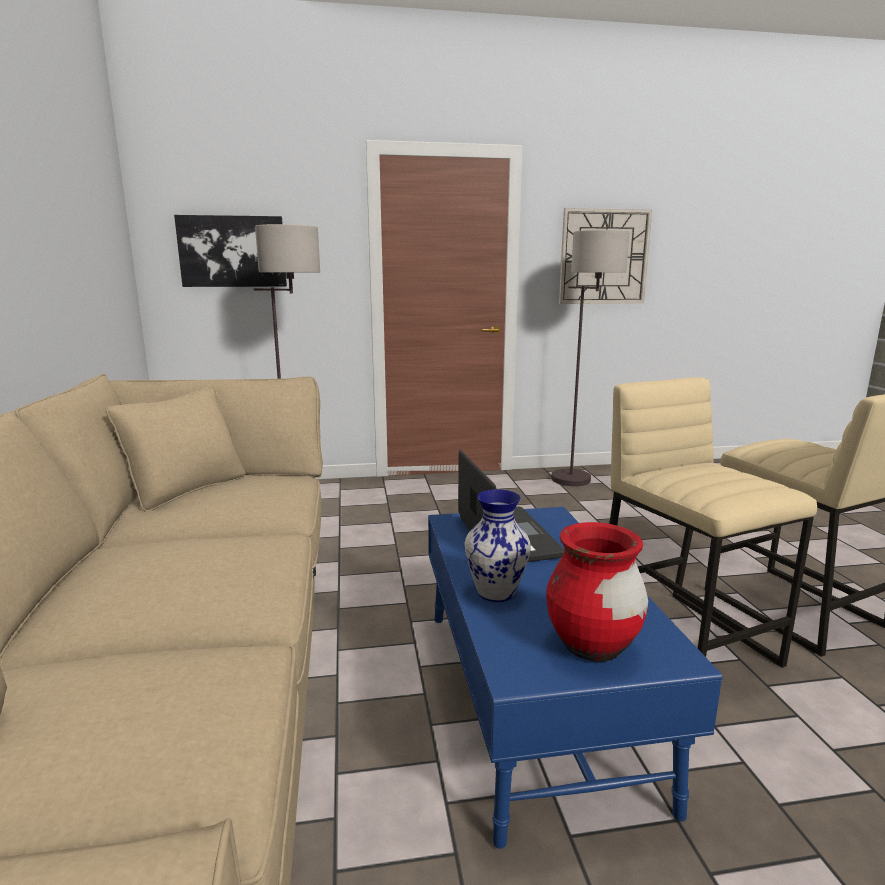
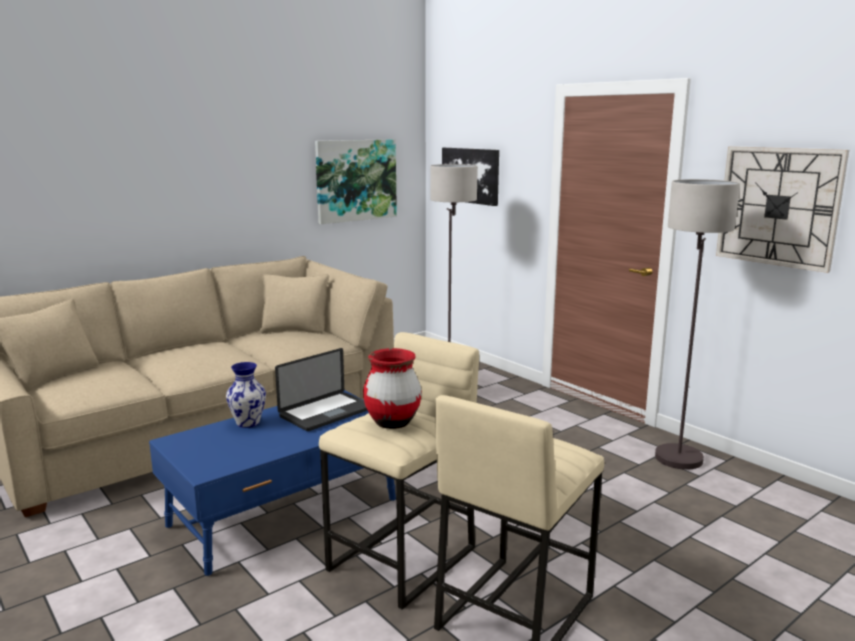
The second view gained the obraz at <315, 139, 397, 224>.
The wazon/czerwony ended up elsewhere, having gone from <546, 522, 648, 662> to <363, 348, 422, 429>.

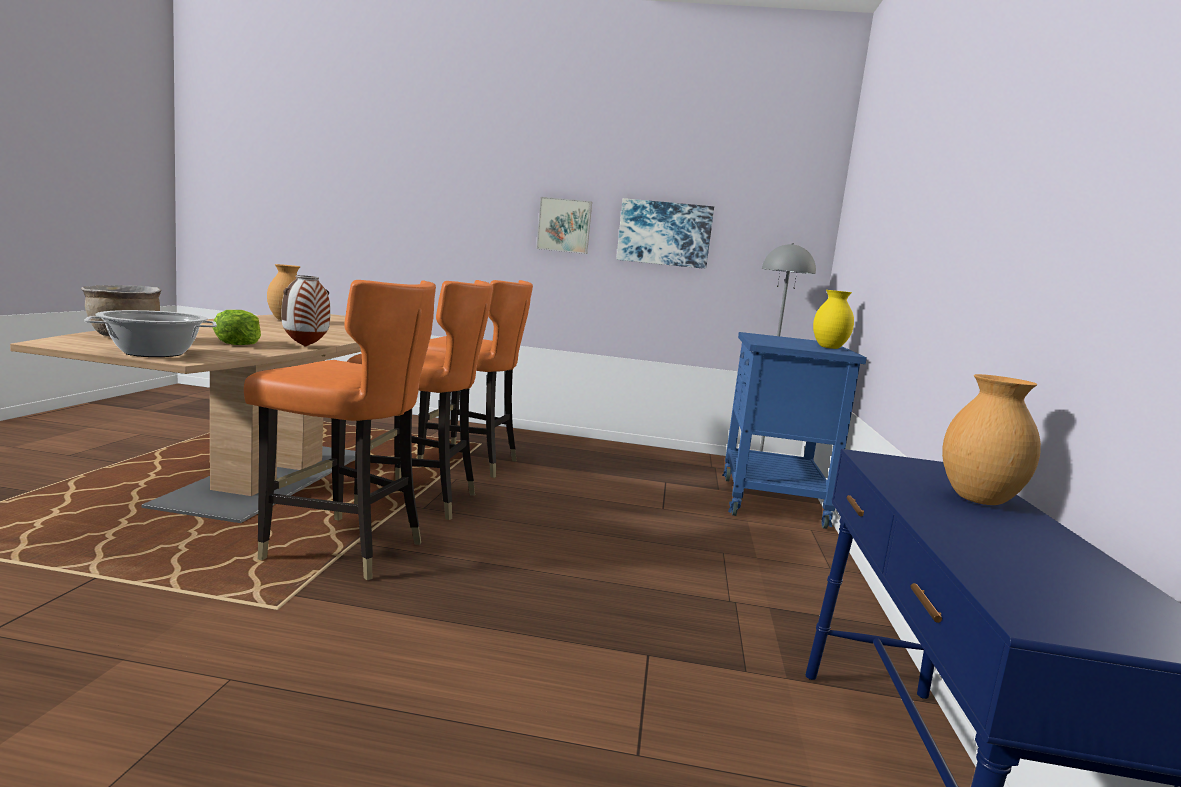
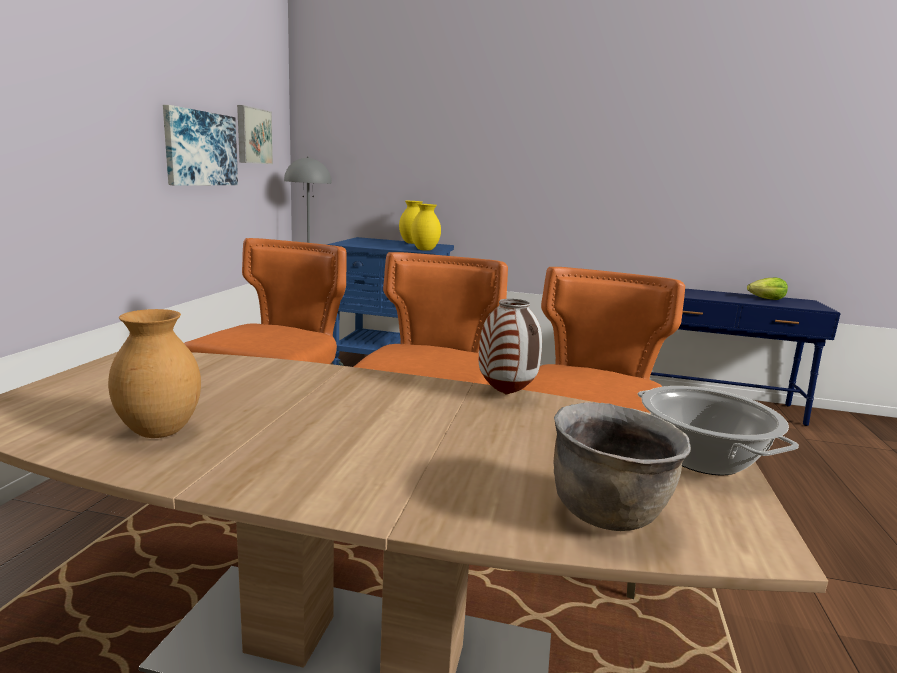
The obraz ended up elsewhere, having gone from <536, 197, 592, 254> to <237, 105, 273, 165>.
The second view gained the wazon/żółty at <411, 204, 441, 251>.
The sałata ended up elsewhere, having gone from <212, 310, 261, 345> to <747, 278, 788, 300>.
The second view lost the wazon/brązowy at <942, 374, 1041, 505>.

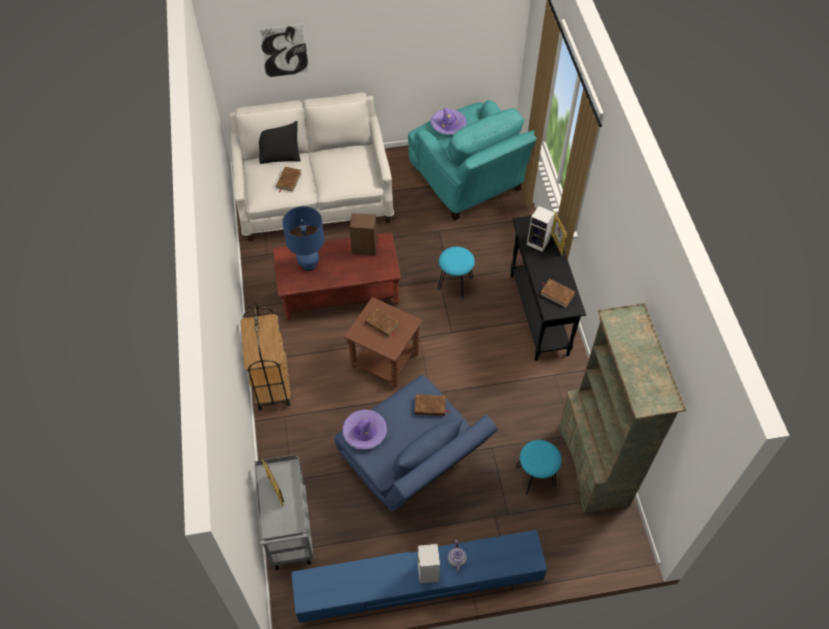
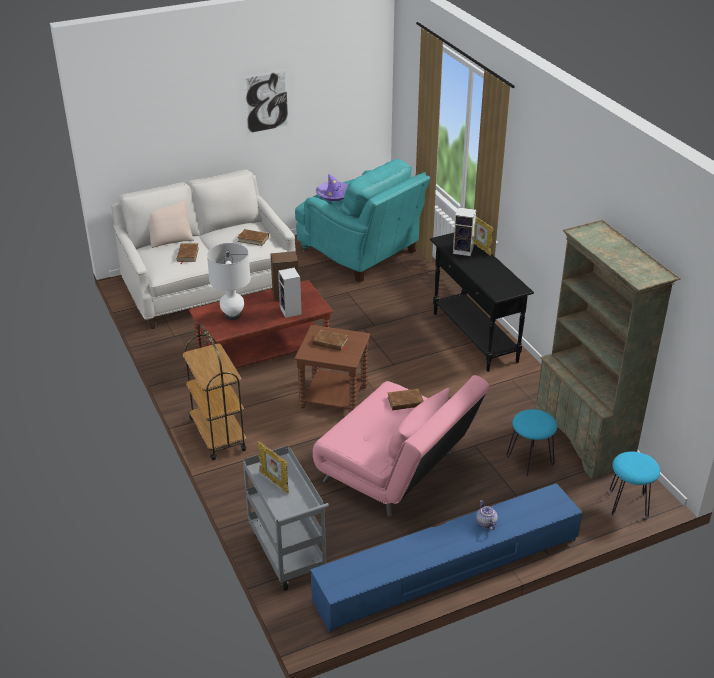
What was the poduszka/czarny at <259, 121, 301, 164> turned into the poduszka/beżowy at <149, 199, 194, 248>.
What was the lampa stołowa/niebieski at <282, 206, 325, 271> turned into the lampa stołowa/biały at <207, 243, 251, 320>.
The książka/brązowy ended up elsewhere, having gone from <540, 279, 576, 308> to <237, 229, 269, 246>.
The obraz ended up elsewhere, having gone from <257, 23, 310, 79> to <243, 69, 289, 135>.
The głośnik ended up elsewhere, having gone from <418, 544, 440, 584> to <278, 268, 302, 318>.
What was the fotel/niebieski at <335, 375, 498, 511> turned into the fotel/różowy at <313, 375, 489, 517>.
The stołek/turkusowy ended up elsewhere, having gone from <438, 247, 475, 299> to <609, 451, 660, 519>.
The second view lost the kapelusz/fioletowy at <342, 409, 387, 450>.

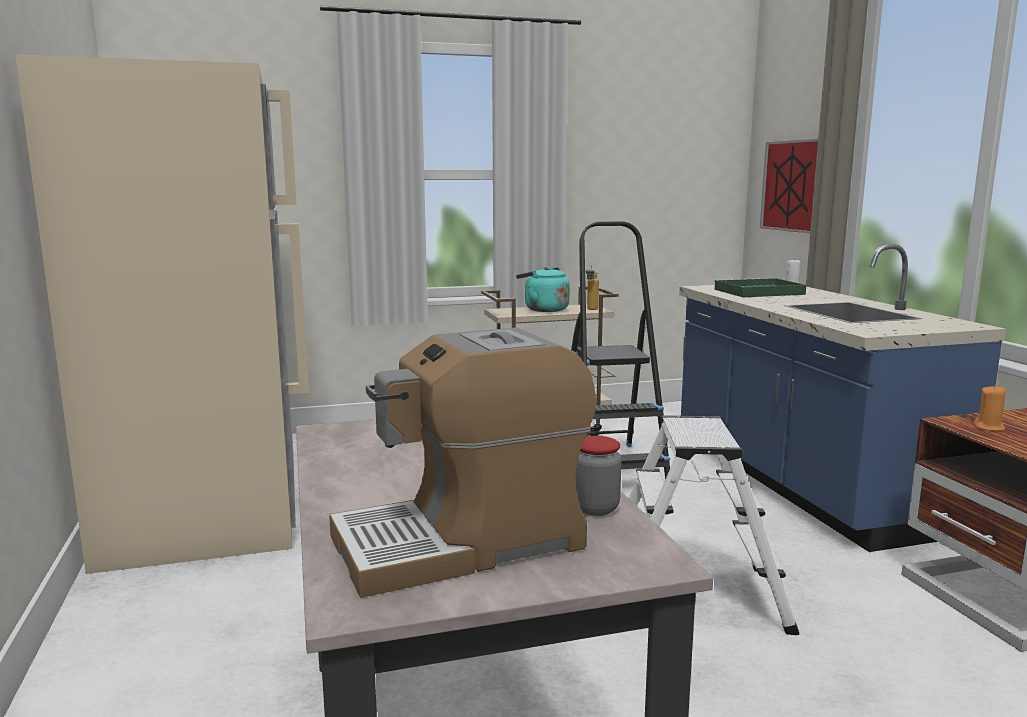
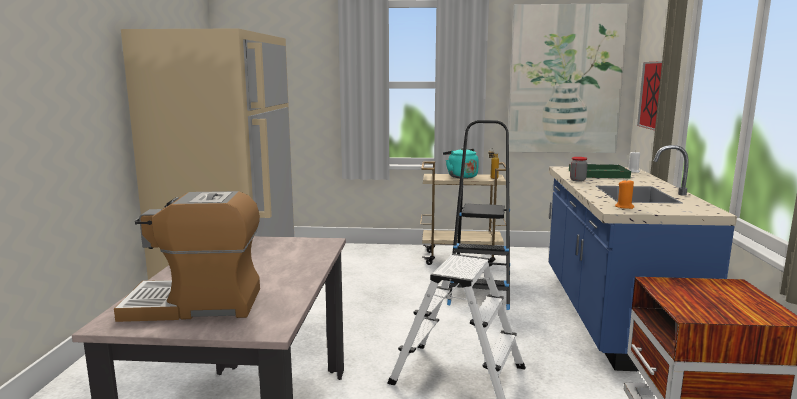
The second view gained the obraz at <508, 3, 629, 153>.
The słoik ended up elsewhere, having gone from <576, 436, 622, 516> to <570, 157, 588, 182>.
The świeca/pomarańczowy ended up elsewhere, having gone from <974, 385, 1006, 431> to <615, 180, 634, 209>.

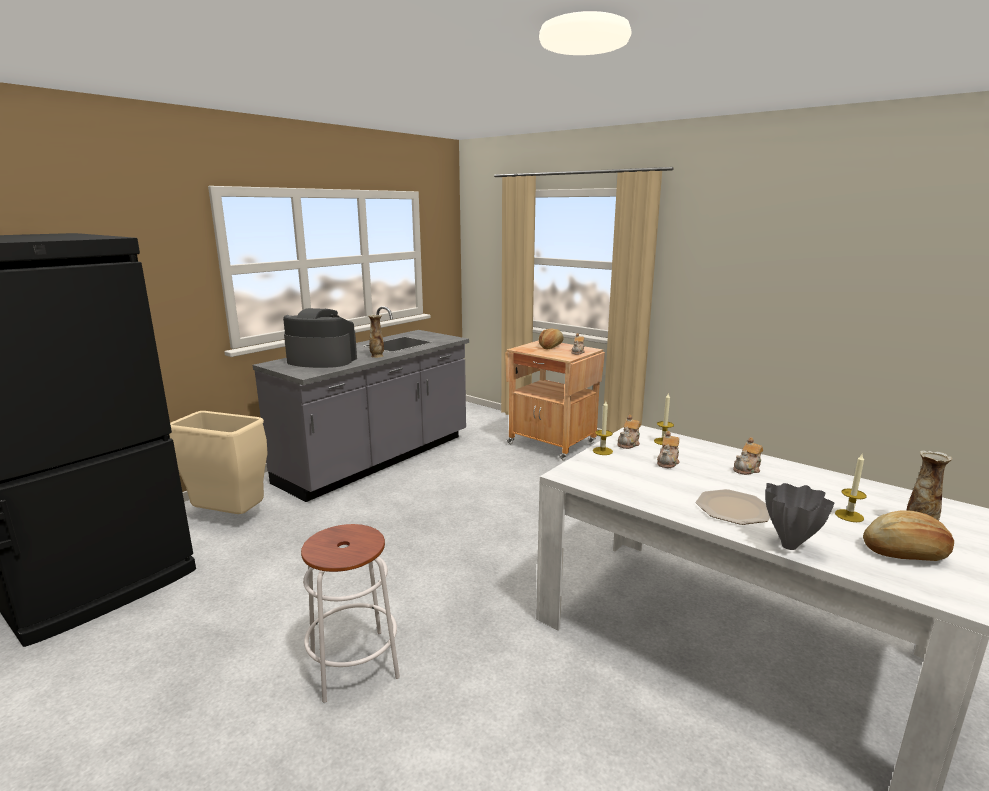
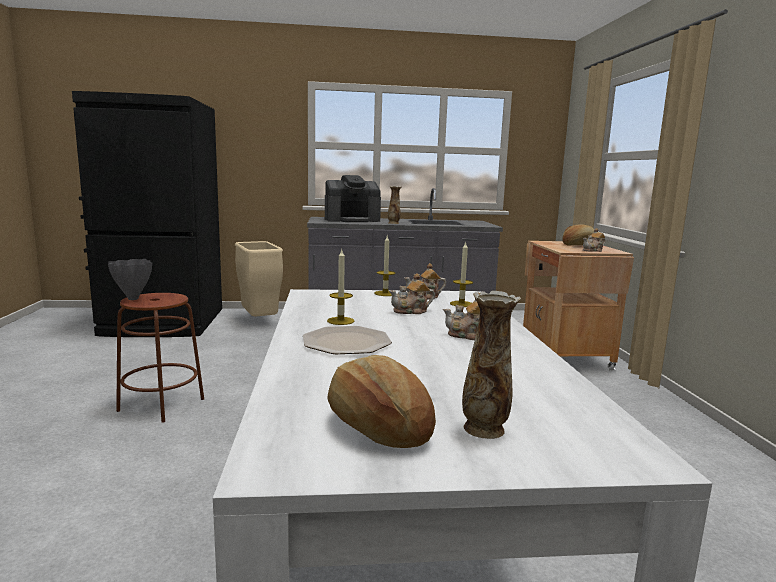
The wazon/szary ended up elsewhere, having gone from <765, 483, 834, 550> to <108, 259, 152, 300>.
What was the stołek/biały at <301, 524, 400, 703> turned into the stołek/brązowy at <116, 293, 204, 423>.
The ekspres do kawy at <283, 308, 357, 368> ended up facing another way, 105 degrees clockwise from before.
The świeca ended up elsewhere, having gone from <835, 454, 866, 522> to <327, 250, 354, 325>.

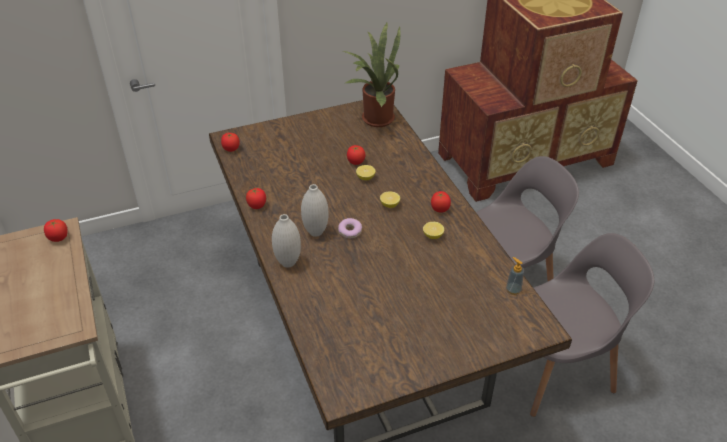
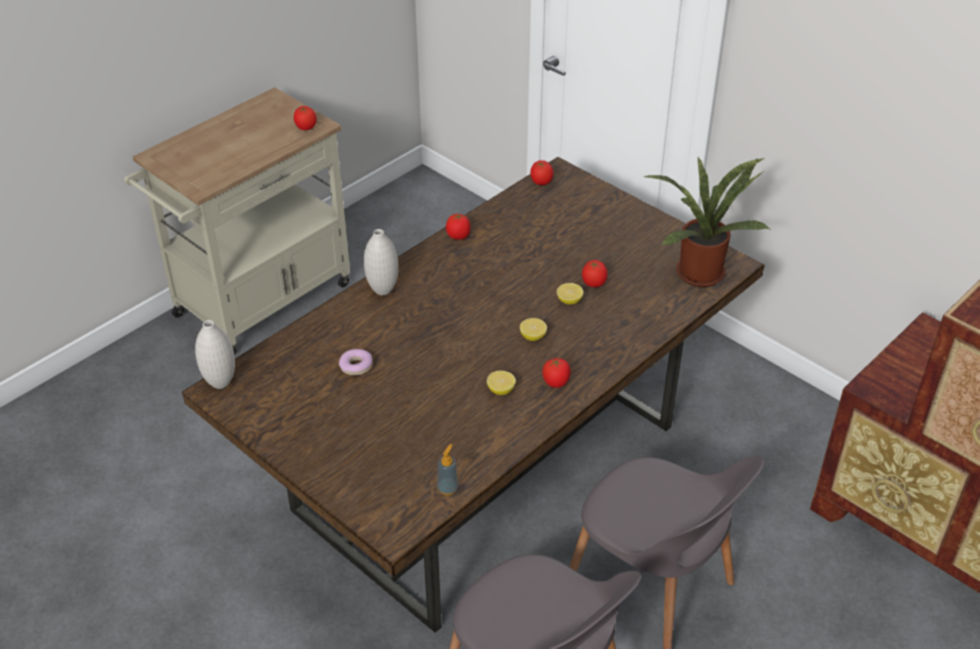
The wazon/biały ended up elsewhere, having gone from <301, 184, 329, 237> to <195, 320, 235, 389>.
The donut ended up elsewhere, having gone from <338, 218, 362, 238> to <339, 349, 372, 375>.

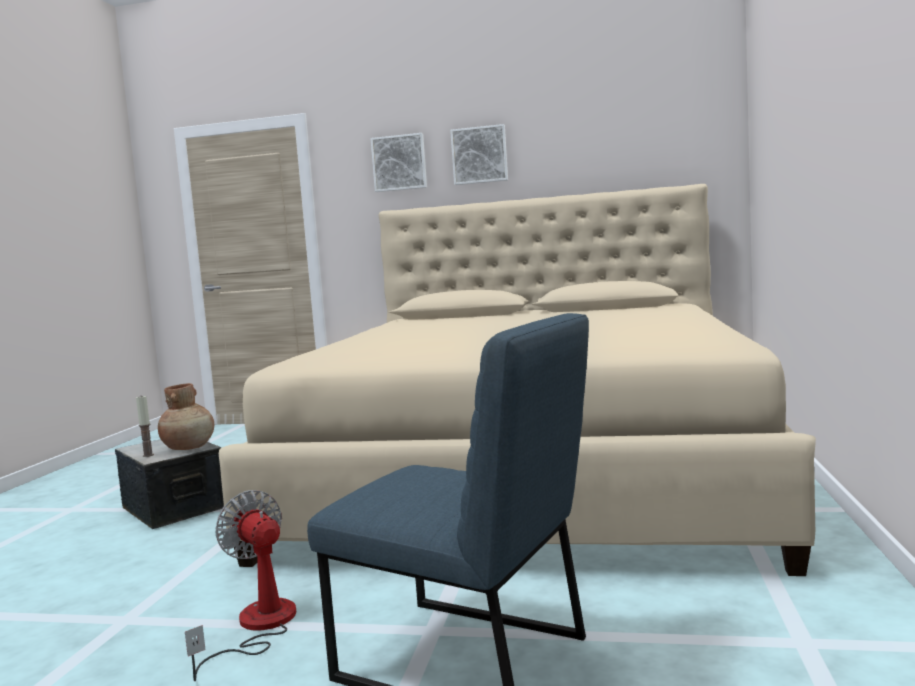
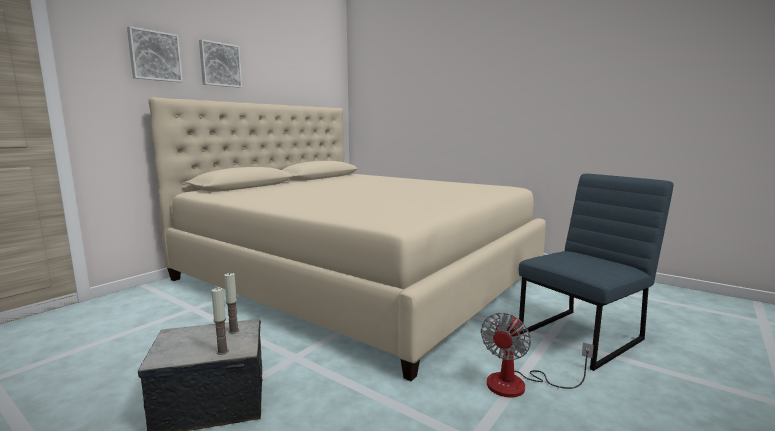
Where the wazon/brązowy stood at <158, 383, 214, 450>, the świeca came to stand at <224, 273, 239, 334>.
The wentylator at <185, 490, 296, 681> ended up facing another way, 45 degrees counterclockwise from before.

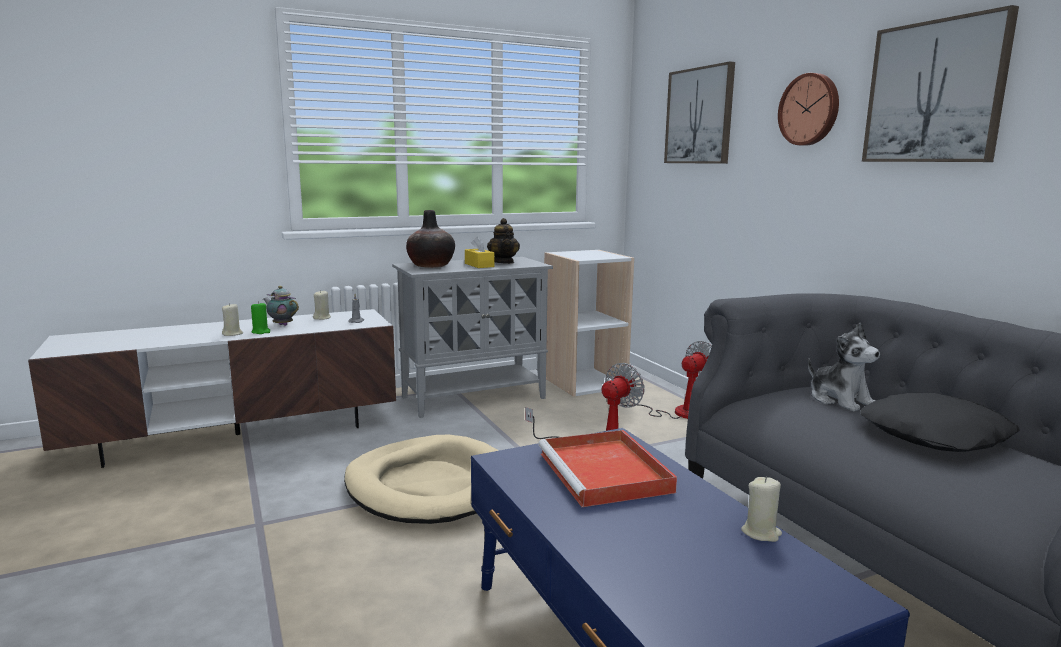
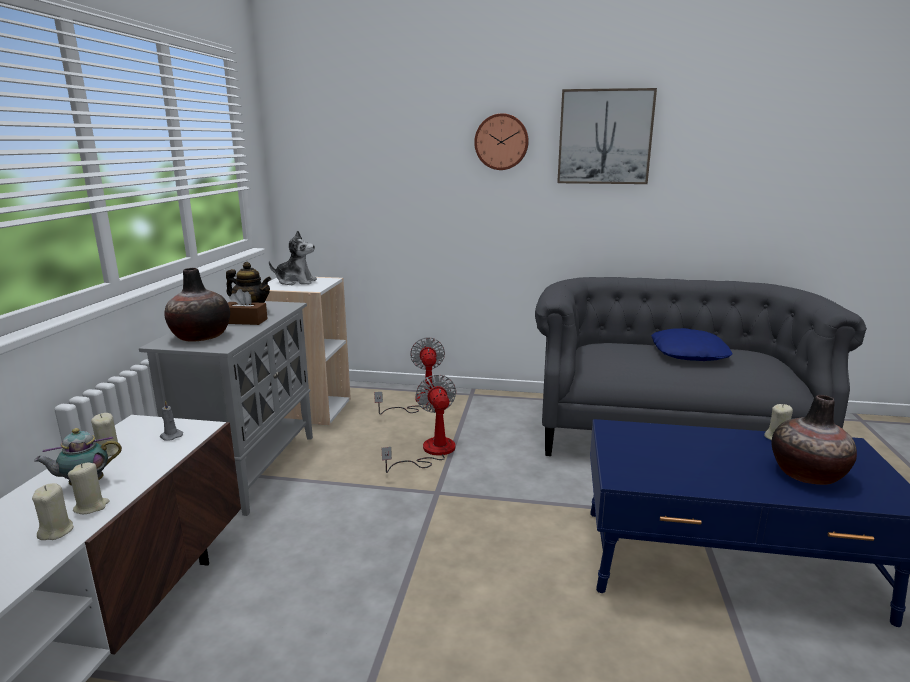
What was the świeca/zielony at <251, 301, 270, 334> turned into the świeca/beżowy at <68, 463, 110, 514>.
What was the pudełko chusteczek/żółty at <465, 237, 494, 268> turned into the pudełko chusteczek/brązowy at <228, 289, 268, 325>.
The pluszak ended up elsewhere, having gone from <808, 322, 880, 411> to <269, 231, 317, 285>.
What was the poduszka/czarny at <860, 393, 1020, 452> turned into the poduszka/niebieski at <651, 328, 732, 361>.
The second view gained the wazon at <771, 395, 857, 485>.
The second view lost the legowisko/beżowy at <344, 435, 499, 524>.
The second view lost the taca/czerwony at <538, 430, 677, 507>.
The second view lost the obraz at <664, 61, 735, 164>.

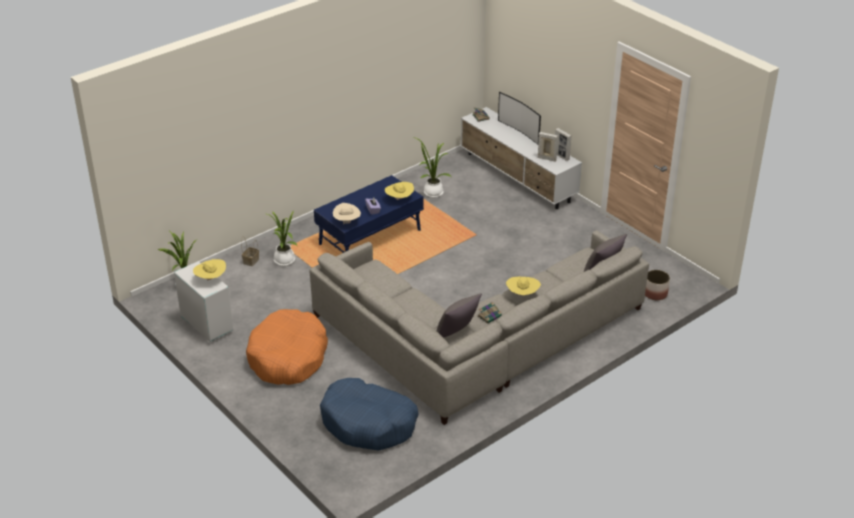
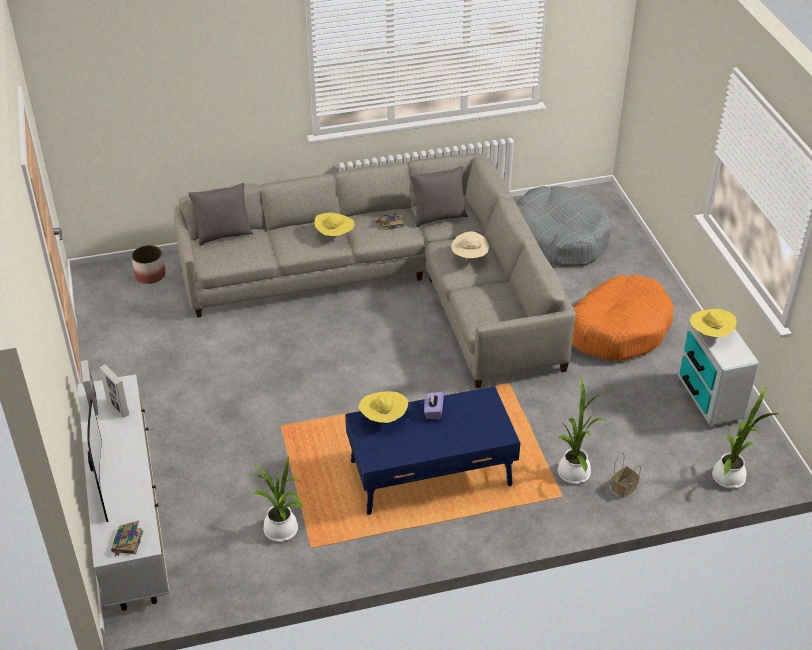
The kapelusz/beżowy ended up elsewhere, having gone from <333, 203, 361, 225> to <451, 231, 489, 261>.
What was the legowisko/niebieski at <320, 378, 419, 451> turned into the legowisko/szary at <516, 186, 611, 267>.

